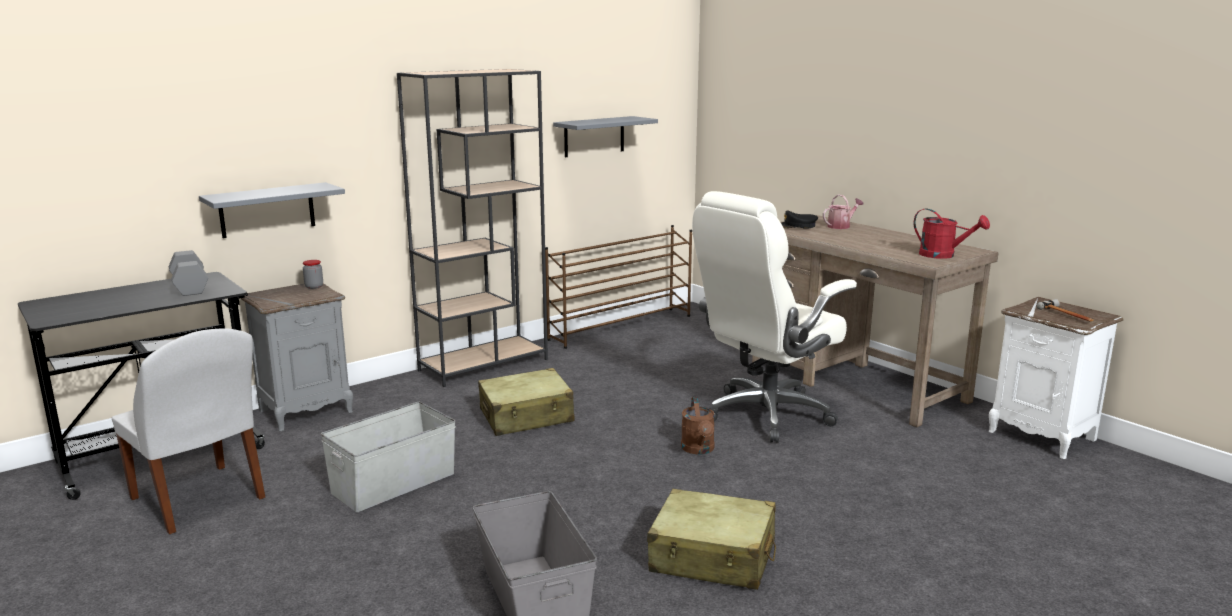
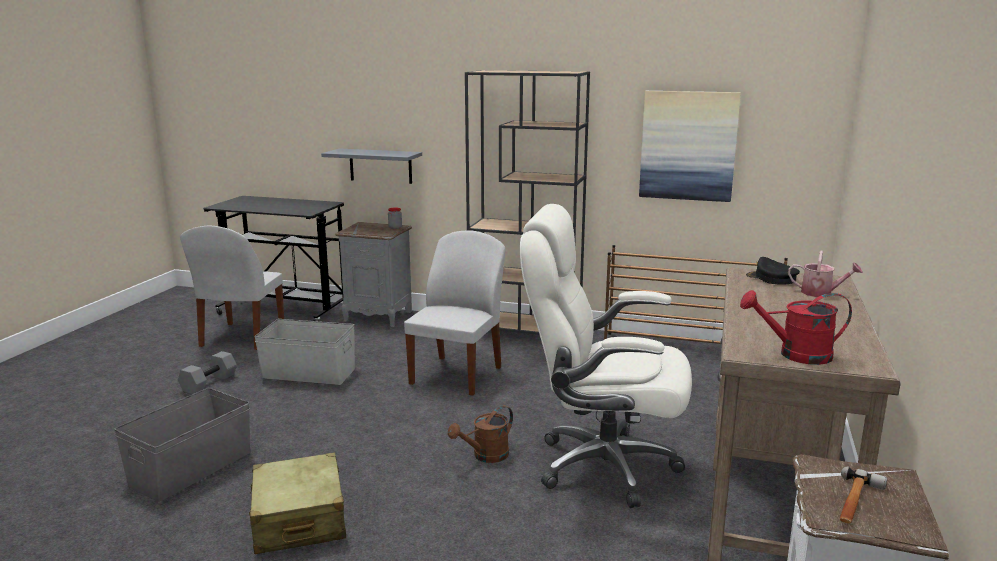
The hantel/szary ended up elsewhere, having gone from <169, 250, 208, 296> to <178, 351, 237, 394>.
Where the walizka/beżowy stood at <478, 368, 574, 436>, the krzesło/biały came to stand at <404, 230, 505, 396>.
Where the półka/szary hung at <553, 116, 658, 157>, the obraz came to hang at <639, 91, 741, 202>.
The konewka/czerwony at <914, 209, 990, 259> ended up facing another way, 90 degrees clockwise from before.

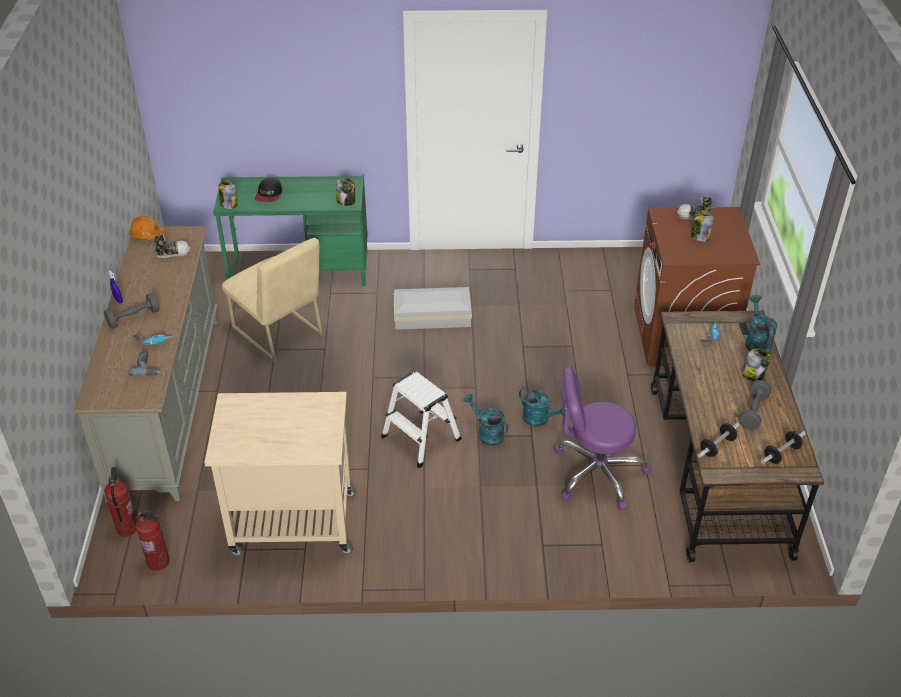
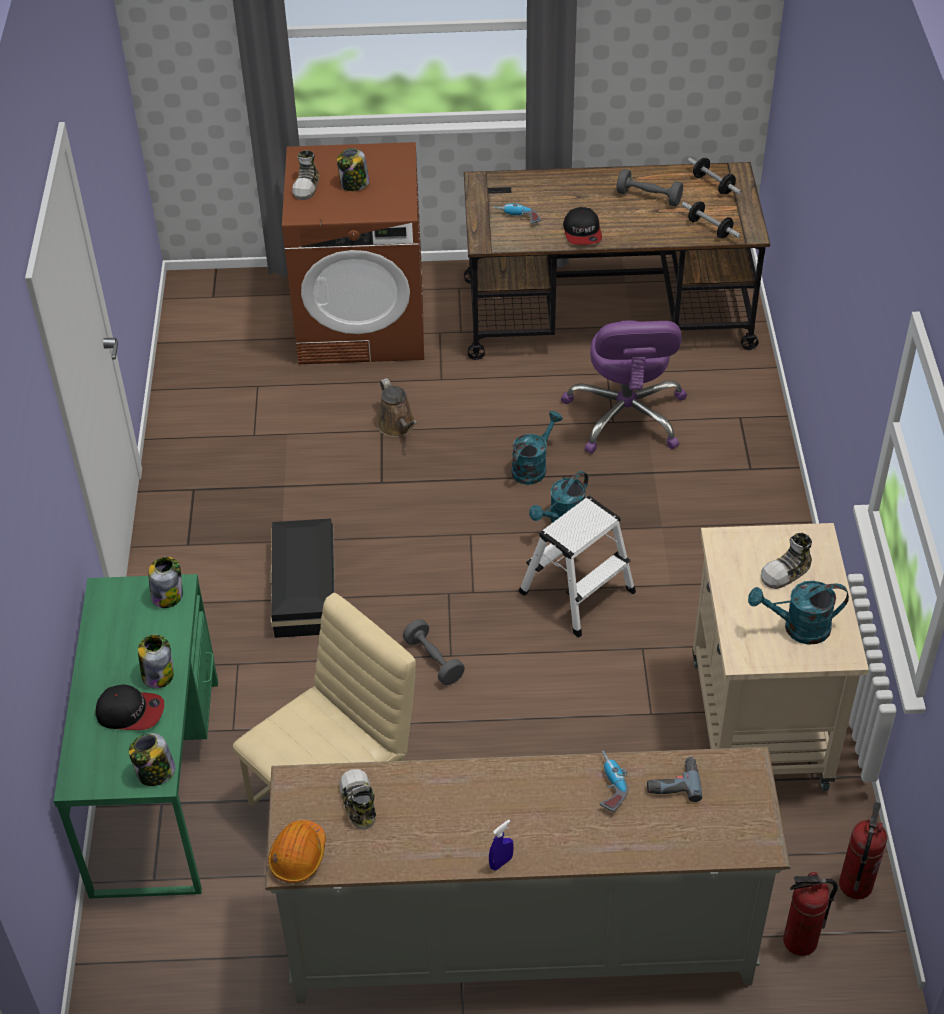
The słoik ended up elsewhere, having gone from <741, 349, 771, 381> to <138, 635, 174, 689>.
What was the pojemnik do przechowywania/biały at <394, 287, 472, 330> turned into the pojemnik do przechowywania/czarny at <271, 518, 335, 638>.
The second view gained the konewka/brązowy at <377, 378, 417, 437>.
The hantel/szary ended up elsewhere, having gone from <104, 293, 159, 329> to <403, 619, 465, 685>.
The second view gained the czapka z daszkiem at <563, 207, 602, 245>.
The konewka/turkusowy ended up elsewhere, having gone from <745, 295, 778, 353> to <748, 581, 849, 645>.
The second view gained the but at <761, 533, 812, 589>.

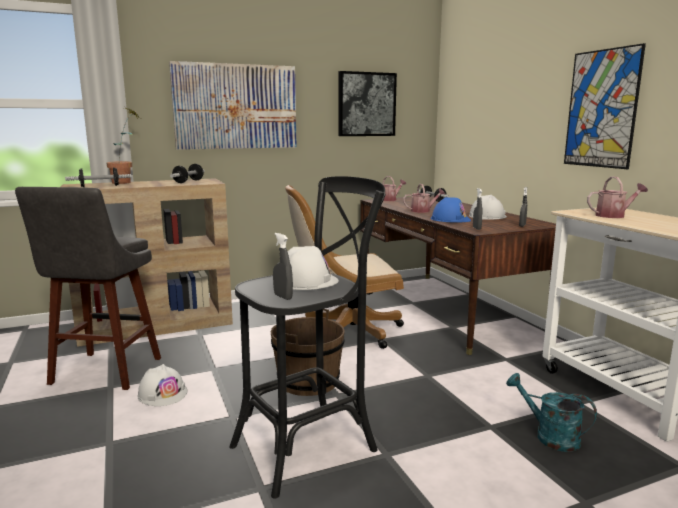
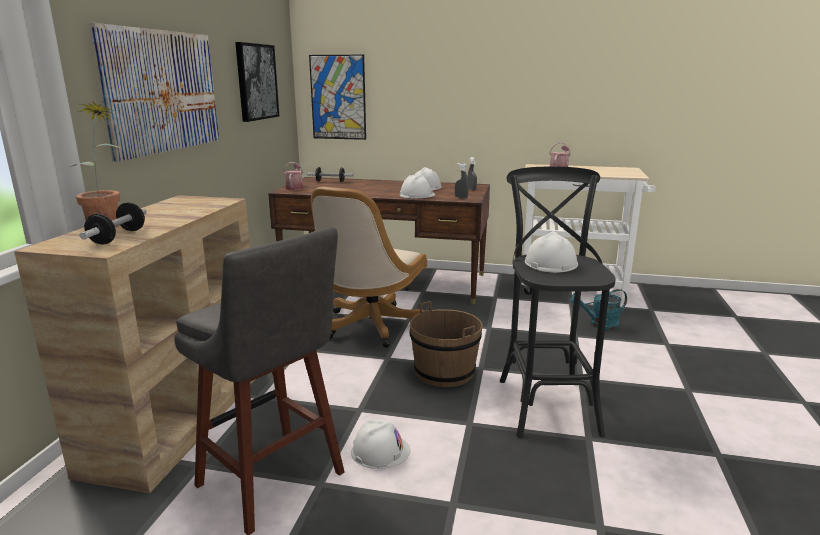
The obraz ended up elsewhere, having gone from <564, 43, 646, 169> to <309, 55, 366, 140>.
What was the kask/niebieski at <431, 197, 471, 222> turned into the kask/biały at <400, 174, 435, 199>.
The second view lost the hantel at <170, 164, 205, 183>.
The second view lost the spryskiwacz/szary at <273, 233, 293, 300>.
The second view lost the konewka at <403, 184, 445, 213>.

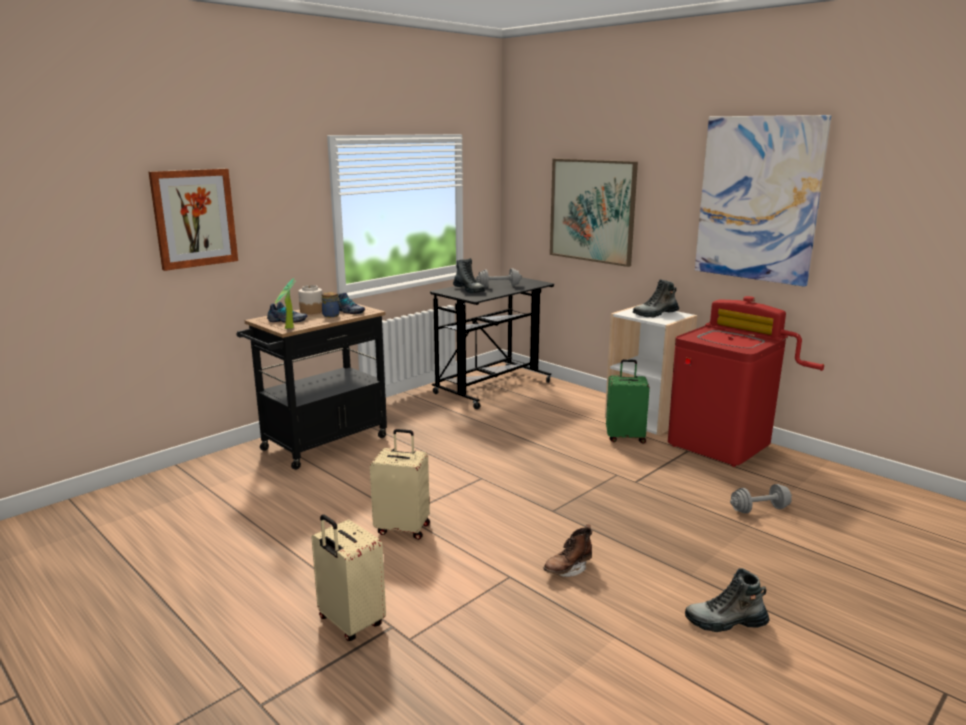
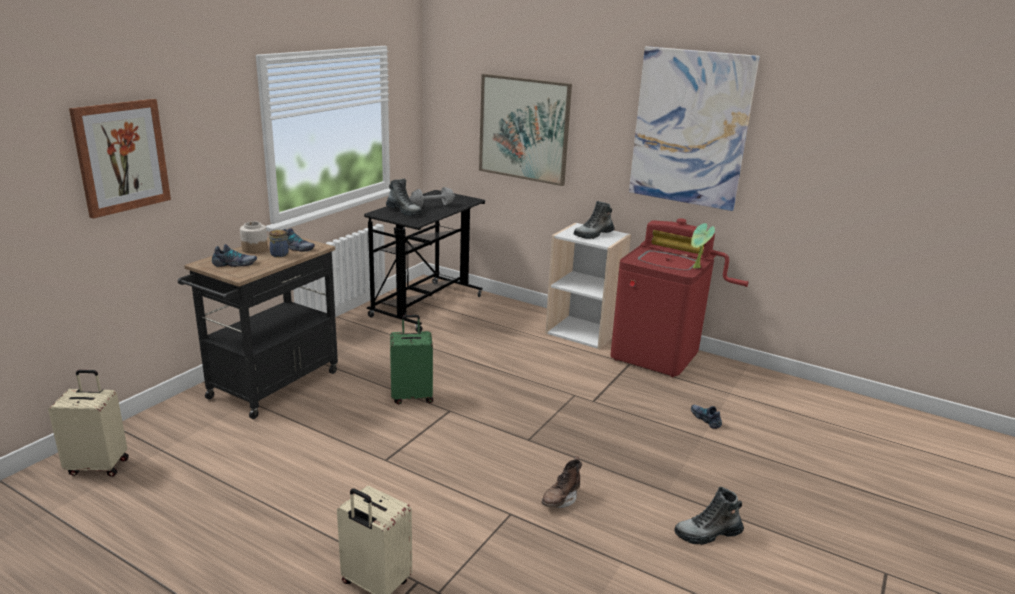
The walizka/beżowy ended up elsewhere, having gone from <370, 429, 430, 540> to <48, 370, 129, 477>.
The walizka/zielony ended up elsewhere, having gone from <606, 359, 650, 443> to <390, 315, 433, 404>.
The roślina doniczkowa ended up elsewhere, having gone from <275, 278, 296, 329> to <691, 223, 715, 269>.
Where the hantel/szary stood at <730, 484, 792, 513>, the but came to stand at <691, 405, 722, 429>.

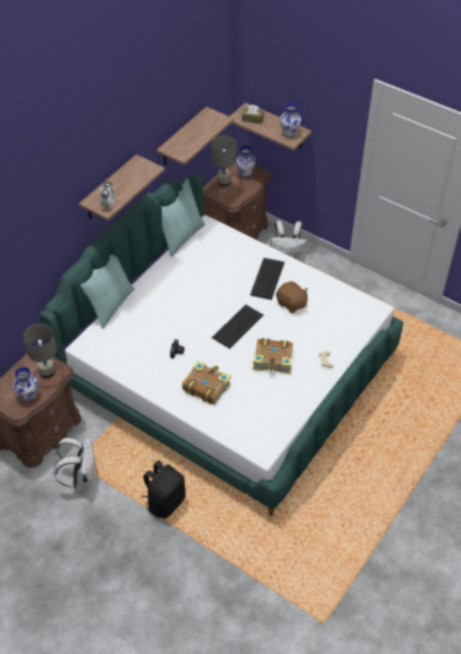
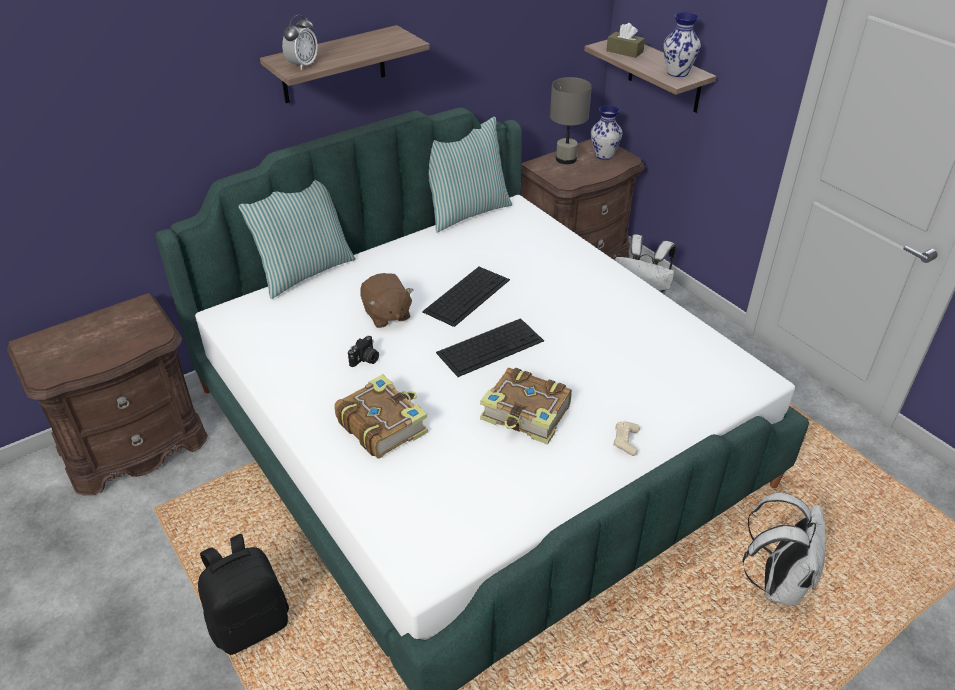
The pluszak/brązowy ended up elsewhere, having gone from <276, 281, 308, 313> to <360, 273, 413, 328>.
The klawiatura ended up elsewhere, having gone from <250, 258, 285, 300> to <422, 267, 510, 327>.
The plecak/biały ended up elsewhere, having gone from <54, 437, 96, 491> to <742, 492, 826, 606>.
The second view lost the wazon at <13, 367, 38, 401>.
The second view lost the lampa stołowa/szary at <23, 324, 57, 378>.
The second view lost the półka at <157, 107, 234, 166>.

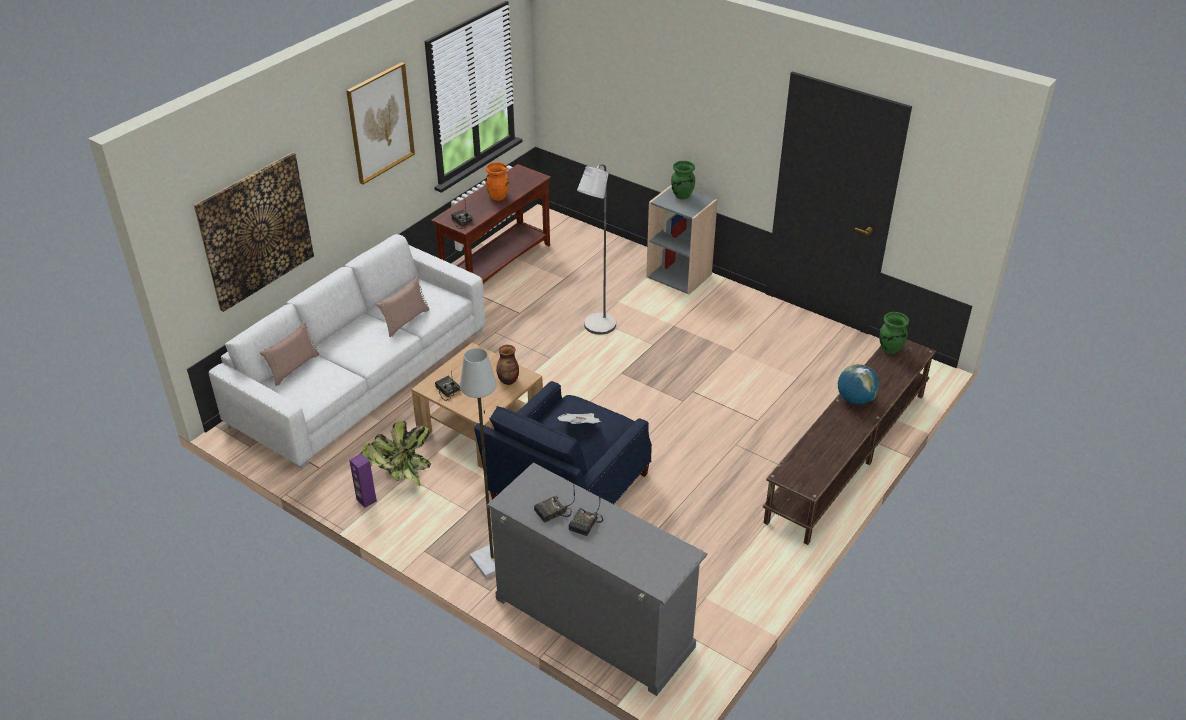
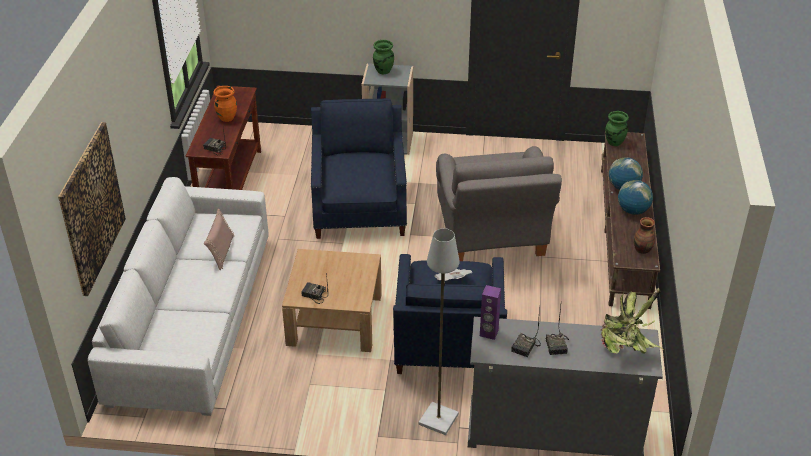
Where the lampa stojąca/szary stood at <577, 164, 616, 335>, the fotel/niebieski came to stand at <311, 98, 407, 239>.
The second view gained the fotel/szary at <436, 146, 562, 261>.
The głośnik/fioletowy ended up elsewhere, having gone from <349, 453, 377, 508> to <480, 285, 501, 340>.
The roślina doniczkowa ended up elsewhere, having gone from <360, 421, 431, 486> to <600, 288, 664, 354>.
The second view gained the globus at <618, 180, 653, 215>.
The wazon ended up elsewhere, having gone from <496, 344, 519, 385> to <634, 217, 655, 254>.
The second view lost the poduszka/beżowy at <260, 322, 319, 386>.
The second view lost the obraz at <346, 62, 415, 184>.

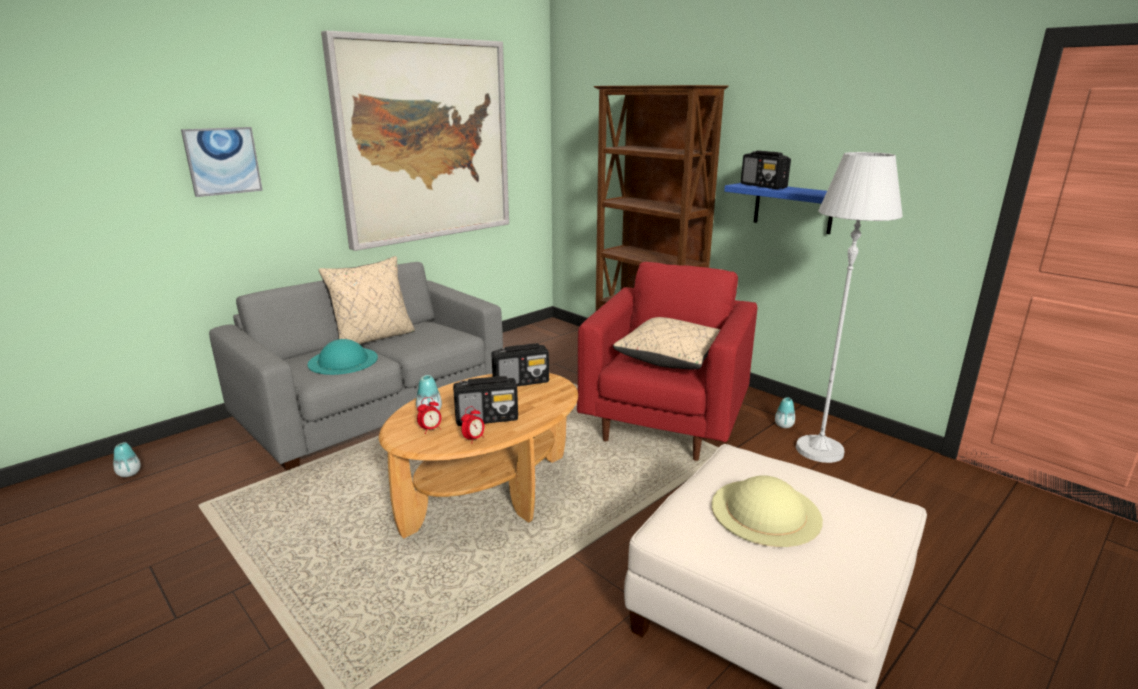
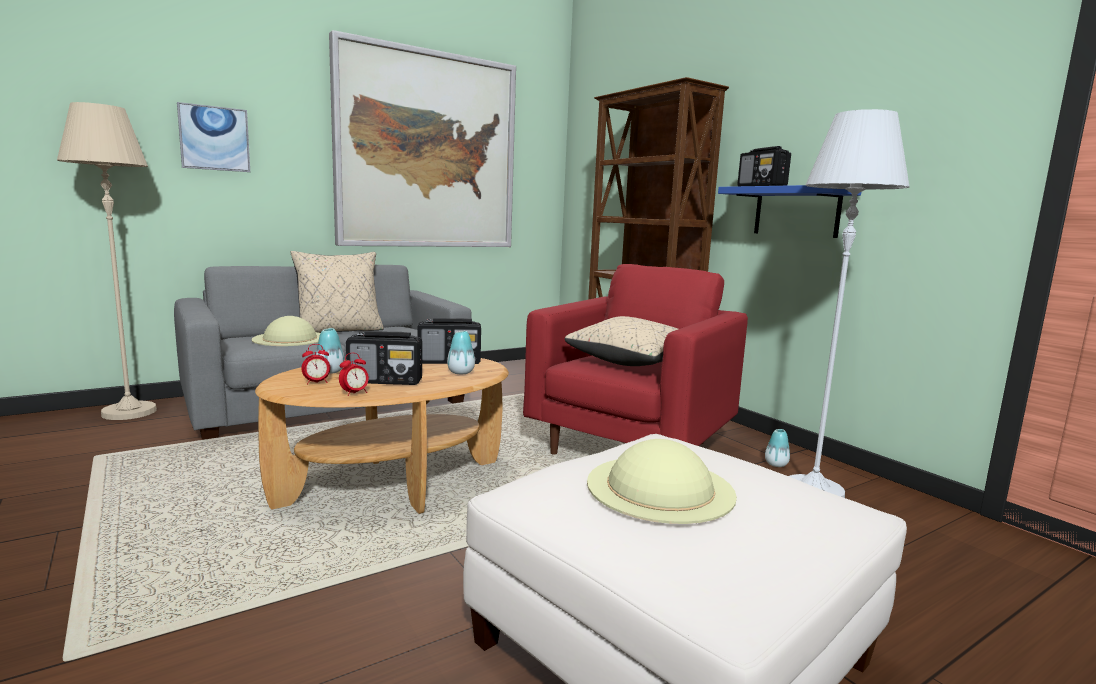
The second view gained the lampa stojąca/beżowy at <57, 102, 157, 420>.
What was the kapelusz/turkusowy at <308, 339, 378, 375> turned into the kapelusz/beżowy at <251, 316, 320, 346>.
The wazon ended up elsewhere, having gone from <113, 442, 141, 477> to <447, 331, 475, 374>.

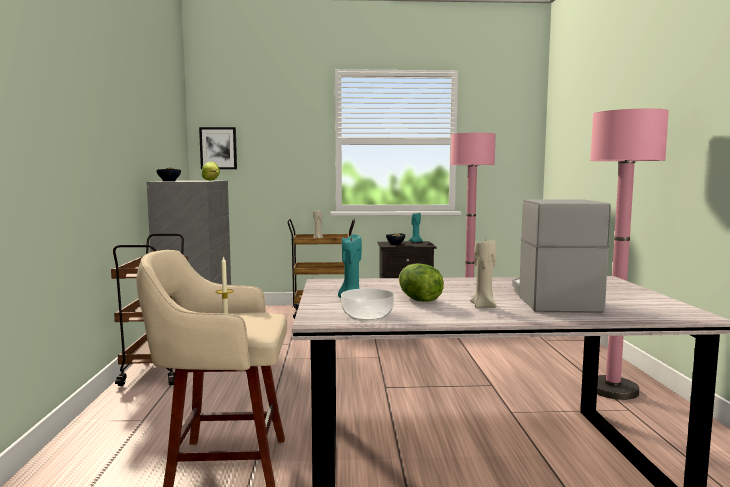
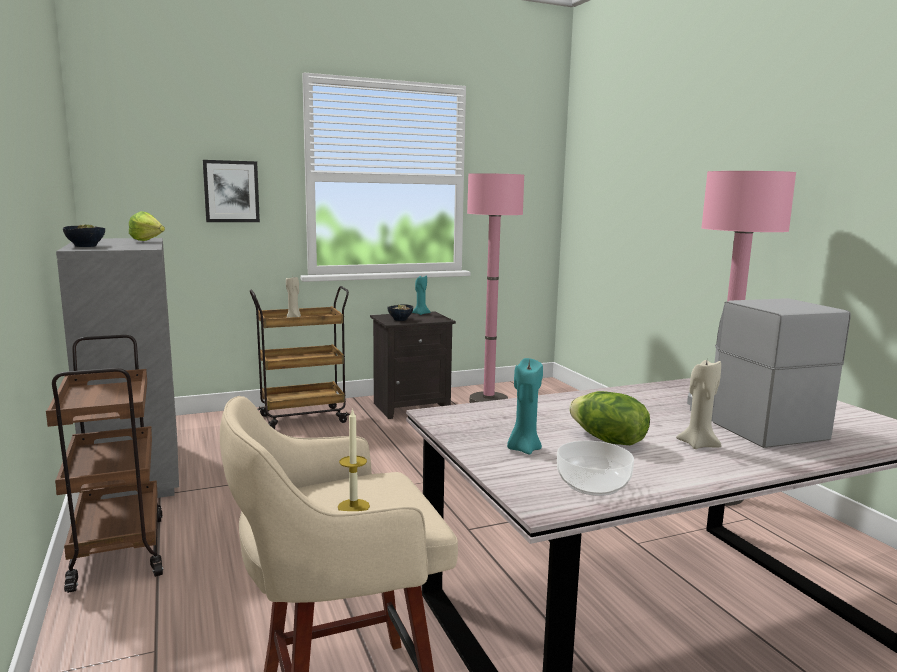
The obraz ended up elsewhere, having gone from <199, 127, 237, 169> to <203, 160, 260, 222>.

